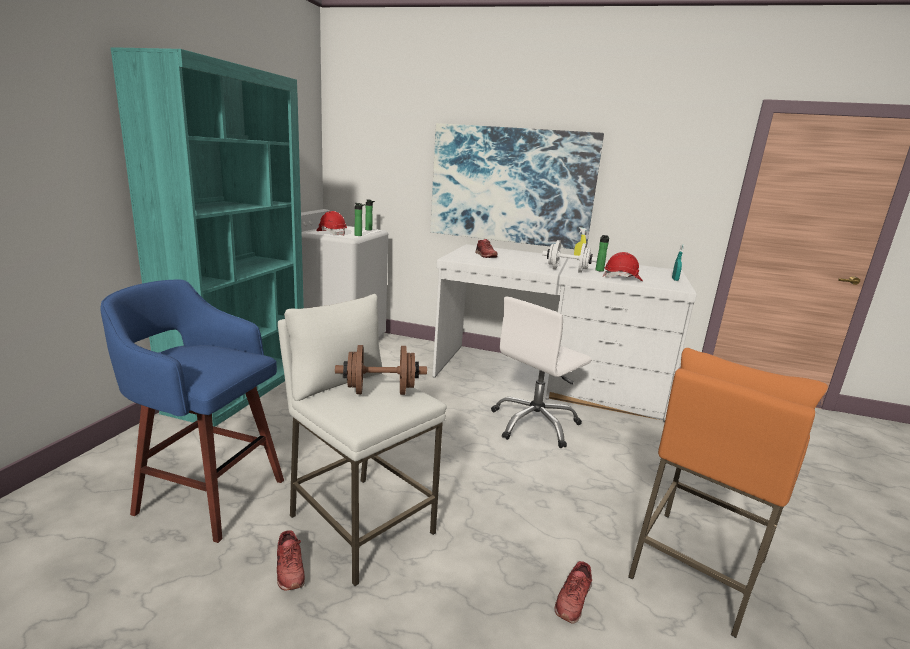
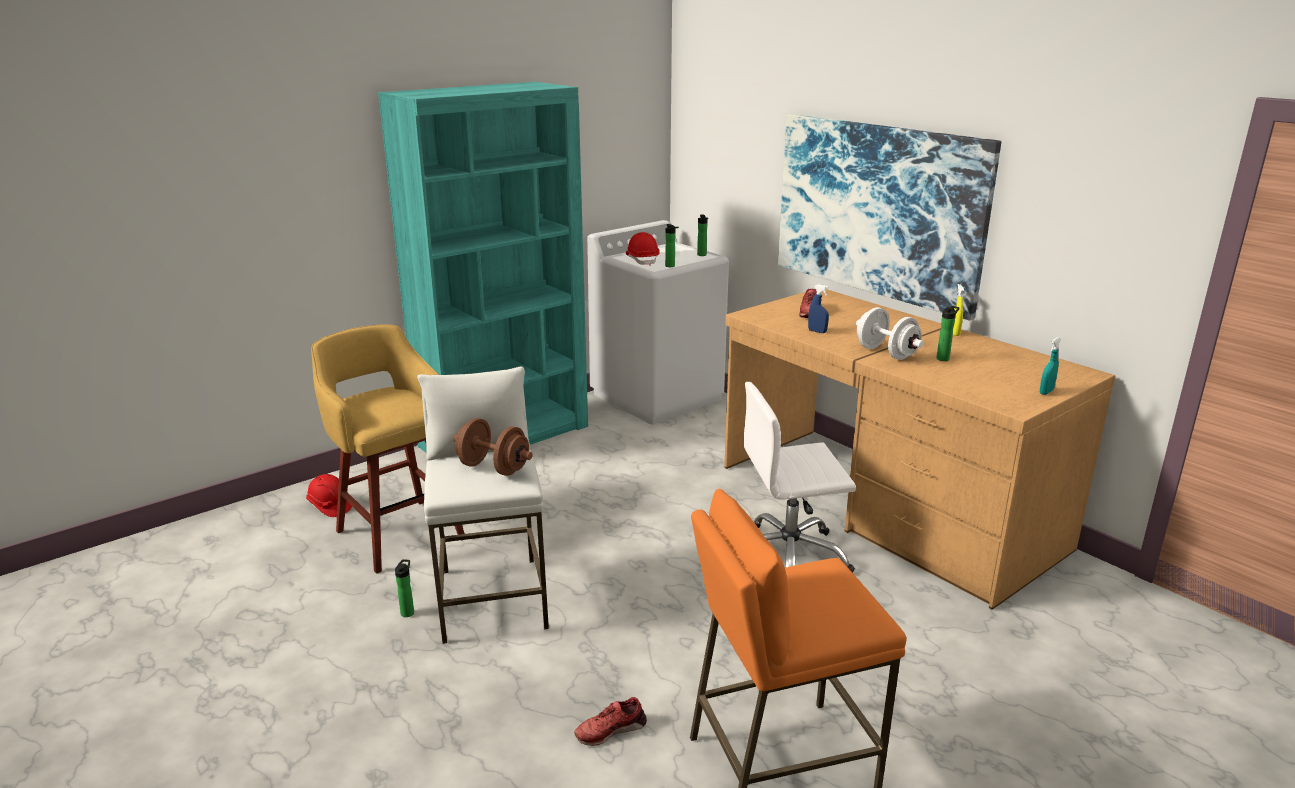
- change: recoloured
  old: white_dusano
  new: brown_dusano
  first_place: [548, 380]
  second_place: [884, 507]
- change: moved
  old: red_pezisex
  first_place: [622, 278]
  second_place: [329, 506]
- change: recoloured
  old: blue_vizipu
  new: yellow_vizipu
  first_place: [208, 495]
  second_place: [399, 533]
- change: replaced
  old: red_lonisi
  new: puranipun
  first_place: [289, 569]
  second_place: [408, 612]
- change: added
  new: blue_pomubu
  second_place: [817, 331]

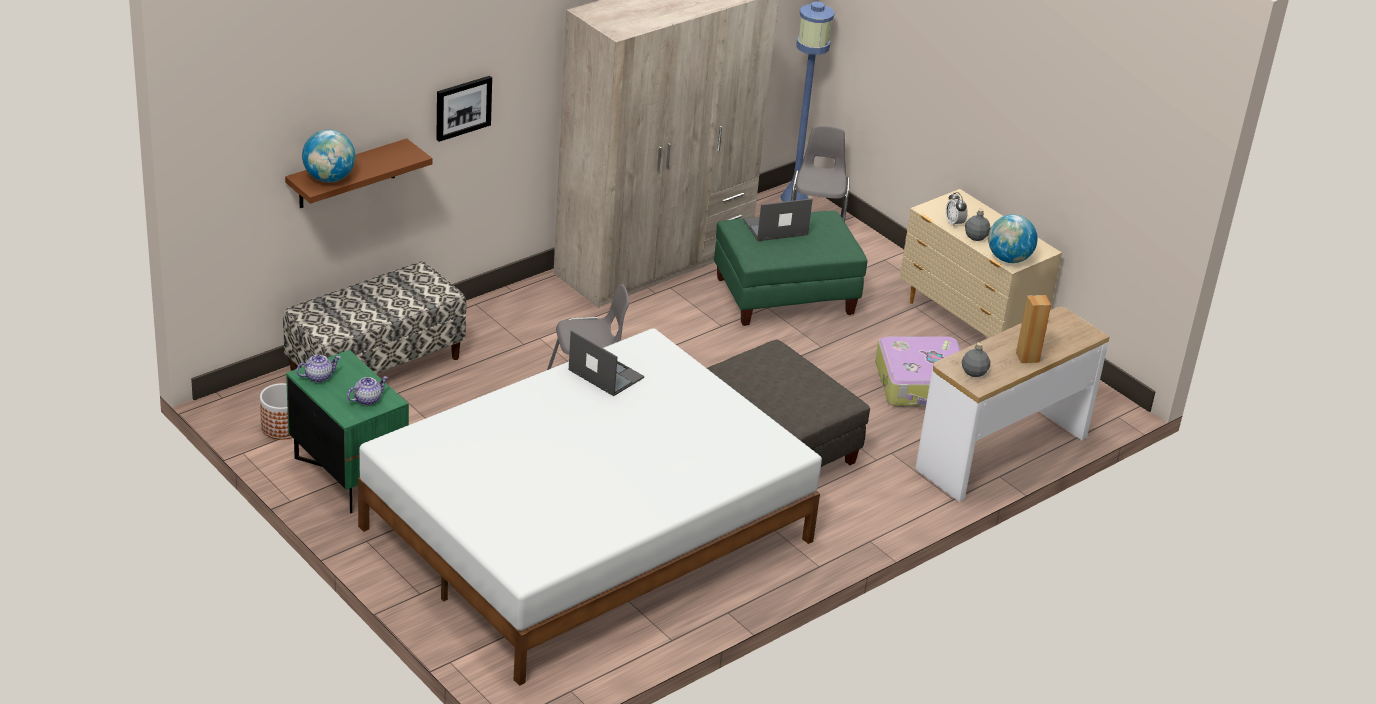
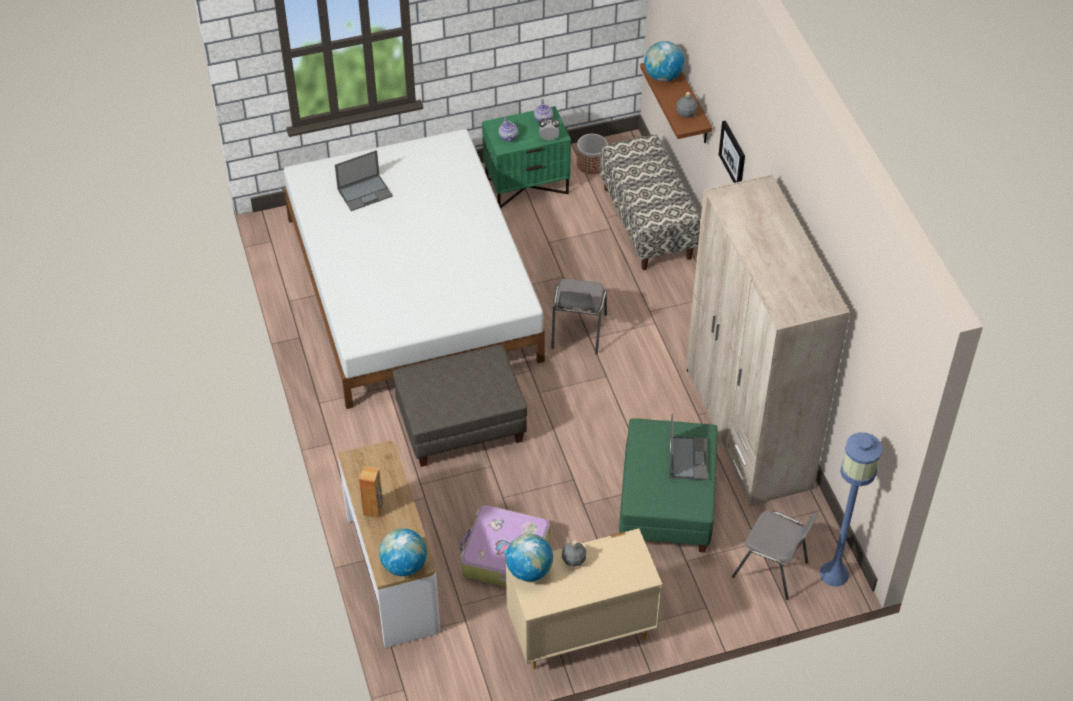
- change: moved
  old: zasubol
  first_place: [954, 223]
  second_place: [549, 138]
- change: moved
  old: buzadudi
  first_place: [605, 373]
  second_place: [365, 192]
- change: moved
  old: grey_puranipun
  first_place: [973, 372]
  second_place: [686, 113]
- change: added
  new: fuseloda
  second_place: [404, 565]

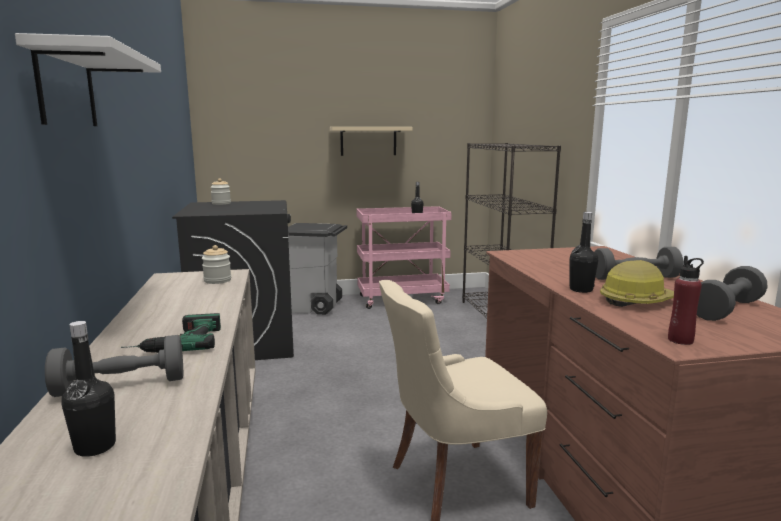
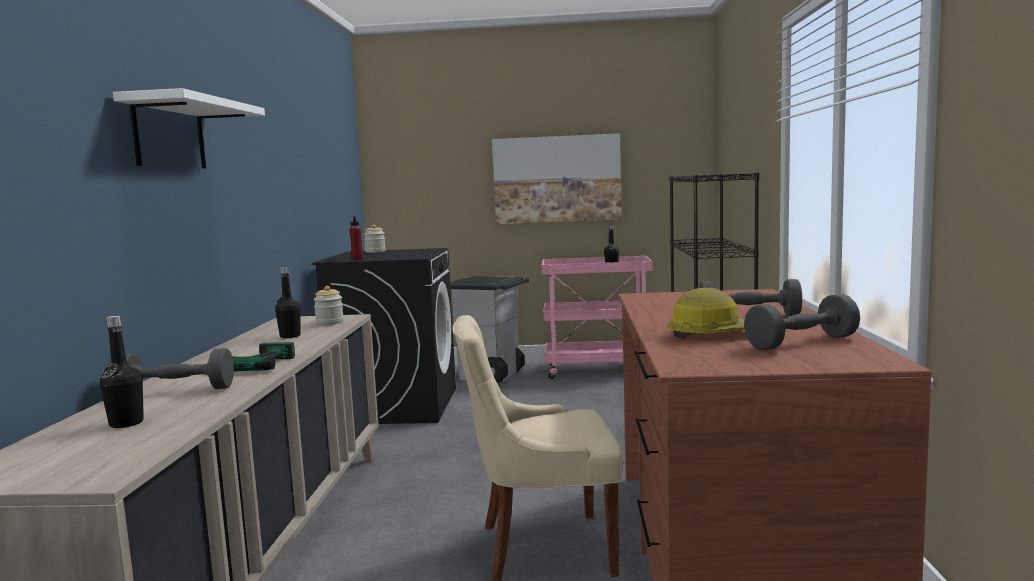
- change: replaced
  old: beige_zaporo
  new: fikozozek
  first_place: [368, 141]
  second_place: [557, 179]
- change: moved
  old: black_puranipun
  first_place: [581, 290]
  second_place: [290, 336]
- change: moved
  old: red_puranipun
  first_place: [680, 340]
  second_place: [357, 258]

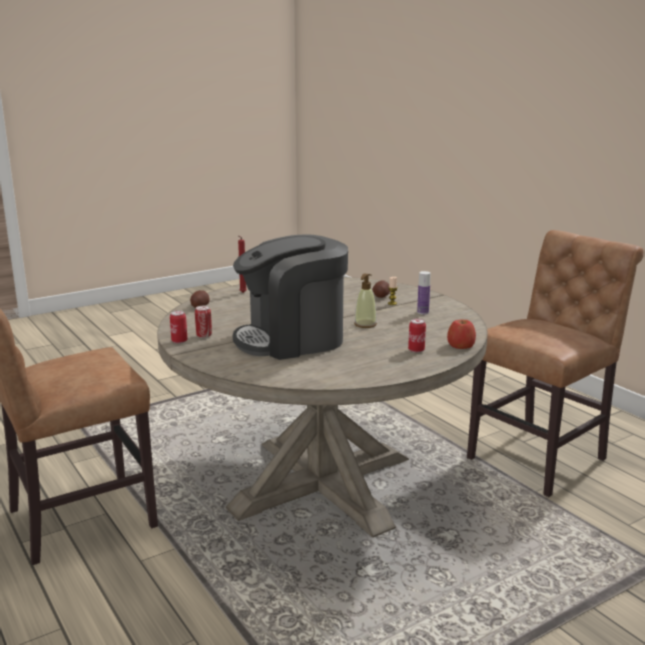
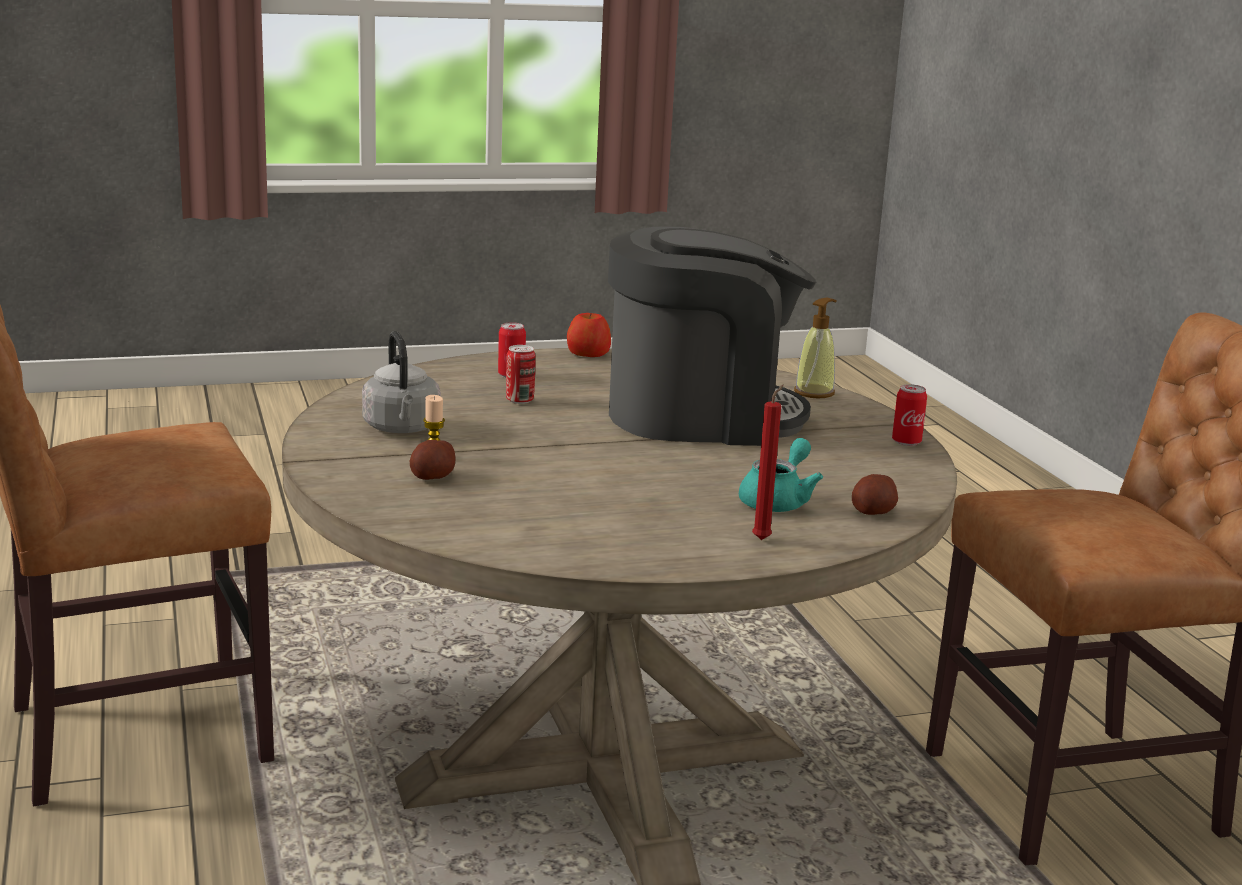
- change: replaced
  old: puranipun
  new: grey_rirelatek
  first_place: [423, 312]
  second_place: [402, 429]
- change: moved
  old: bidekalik
  first_place: [365, 324]
  second_place: [814, 392]
- change: moved
  old: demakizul
  first_place: [204, 336]
  second_place: [519, 400]
- change: moved
  old: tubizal
  first_place: [461, 345]
  second_place: [588, 354]
- change: added
  new: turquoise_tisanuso
  second_place: [778, 501]

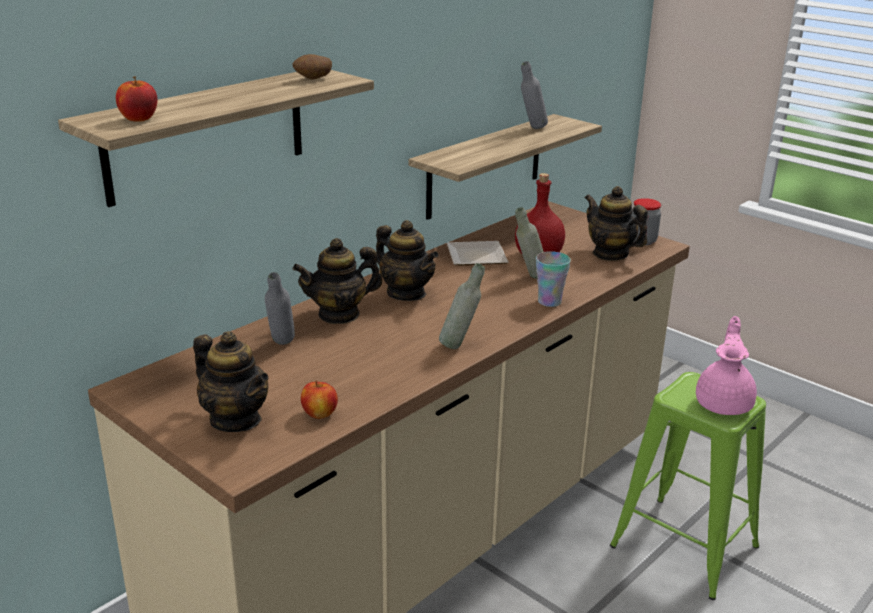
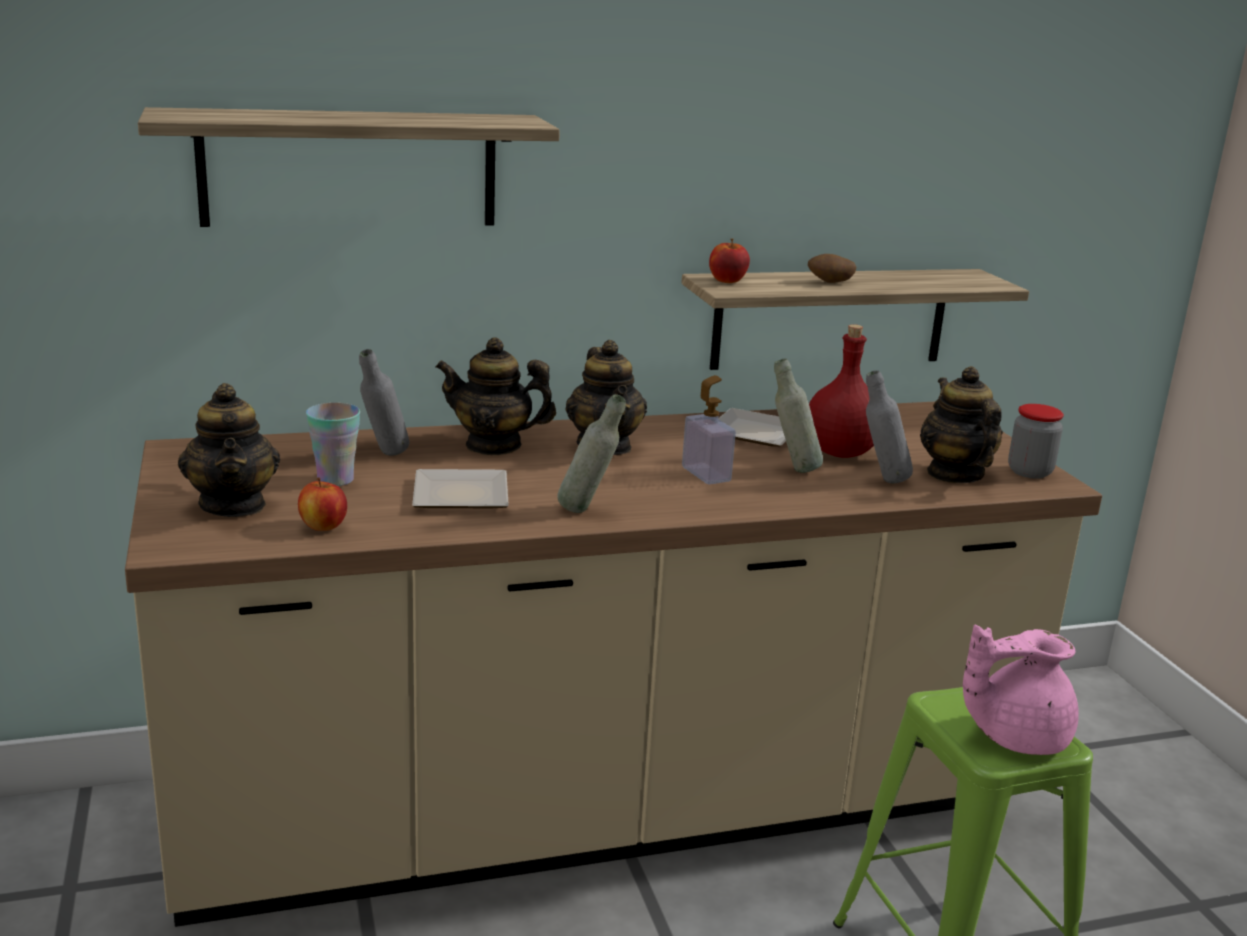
- change: moved
  old: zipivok
  first_place: [313, 79]
  second_place: [829, 282]
- change: moved
  old: grey_puranipun
  first_place: [531, 129]
  second_place: [881, 481]
- change: moved
  old: tubizal
  first_place: [138, 119]
  second_place: [727, 281]
- change: moved
  old: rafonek
  first_place: [549, 302]
  second_place: [335, 480]
- change: turned
  old: pink_tisanuso
  first_place: [724, 403]
  second_place: [1014, 736]
  degrees: -150
- change: added
  new: bidekalik
  second_place: [706, 474]
- change: added
  new: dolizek
  second_place: [457, 496]

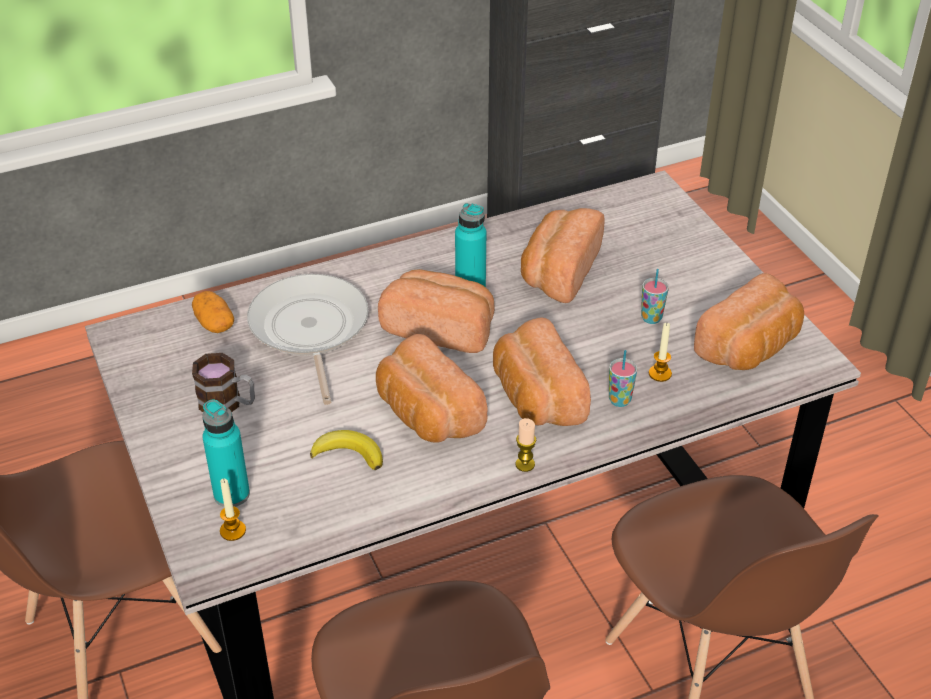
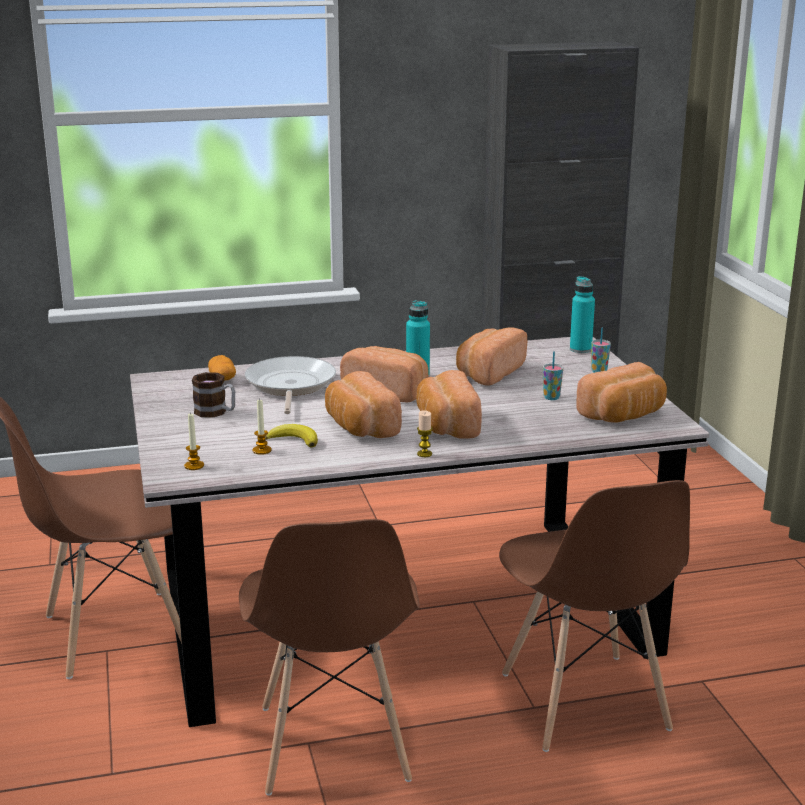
- change: moved
  old: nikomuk
  first_place: [660, 374]
  second_place: [262, 450]
- change: moved
  old: rafonek
  first_place: [619, 400]
  second_place: [599, 372]
- change: moved
  old: turquoise_puranipun
  first_place: [231, 494]
  second_place: [580, 349]

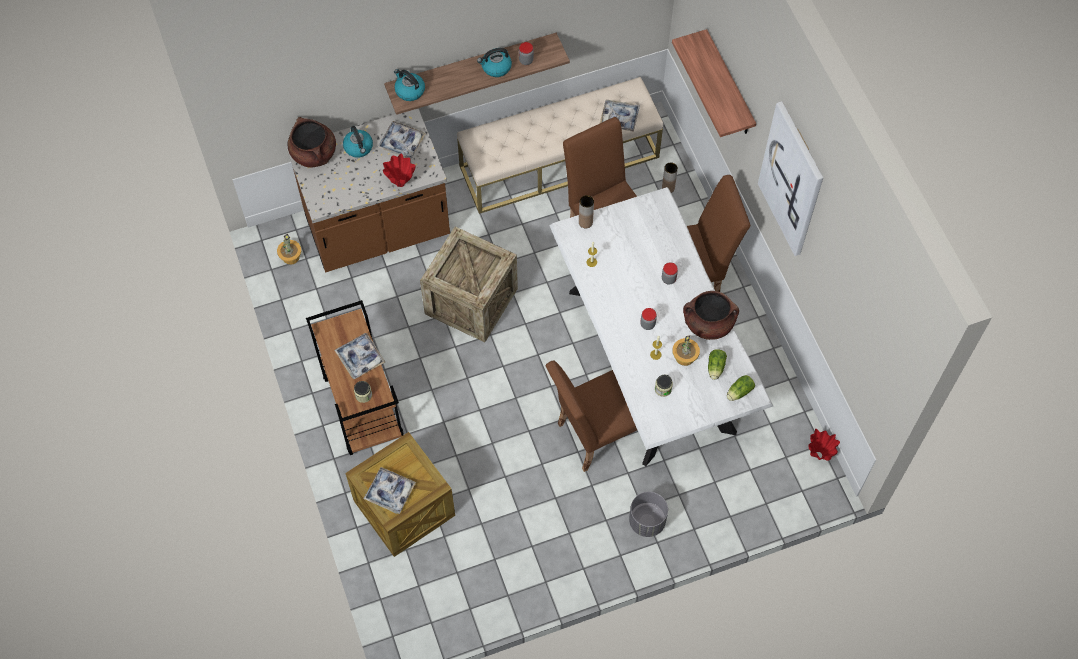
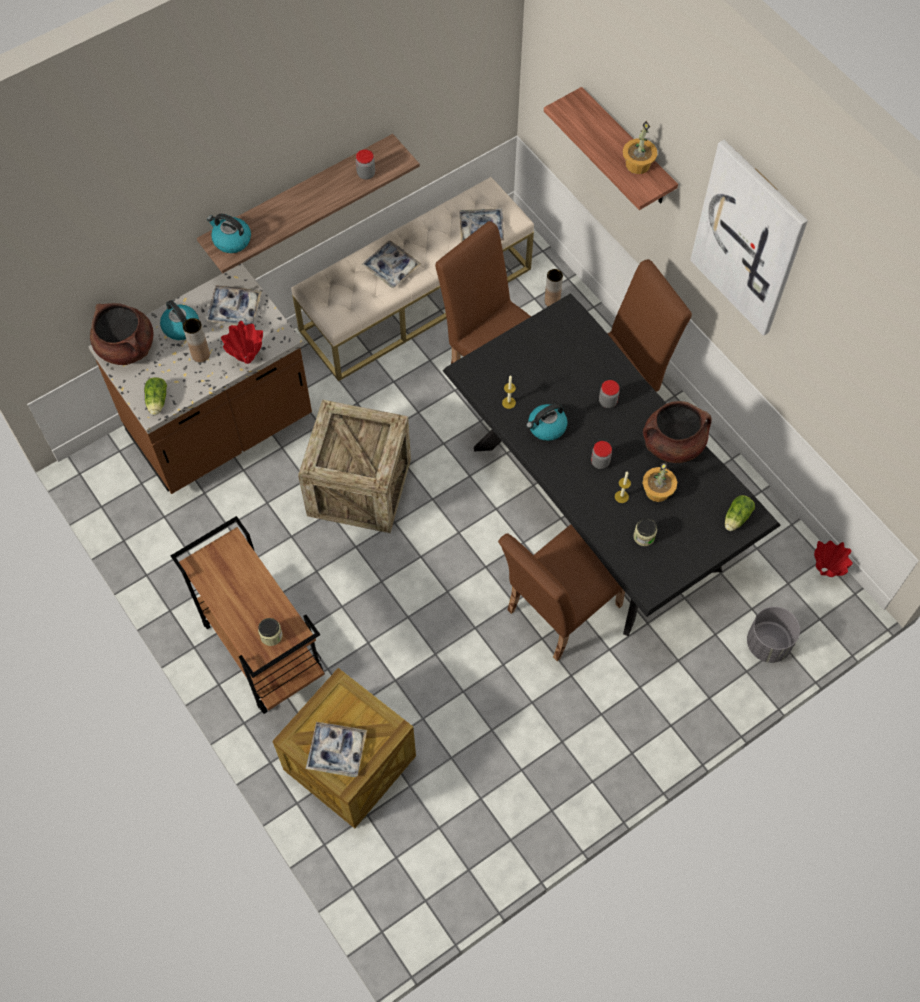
- change: moved
  old: rirelatek
  first_place: [496, 67]
  second_place: [546, 427]
- change: recoloured
  old: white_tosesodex
  new: black_tosesodex
  first_place: [650, 361]
  second_place: [594, 508]
- change: moved
  old: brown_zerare
  first_place: [585, 222]
  second_place: [200, 355]
- change: moved
  old: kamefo
  first_place: [290, 256]
  second_place: [637, 164]
- change: moved
  old: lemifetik
  first_place: [360, 358]
  second_place: [391, 267]
- change: moved
  old: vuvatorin
  first_place: [715, 368]
  second_place: [157, 402]
- change: moved
  old: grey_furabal
  first_place: [647, 521]
  second_place: [768, 644]

